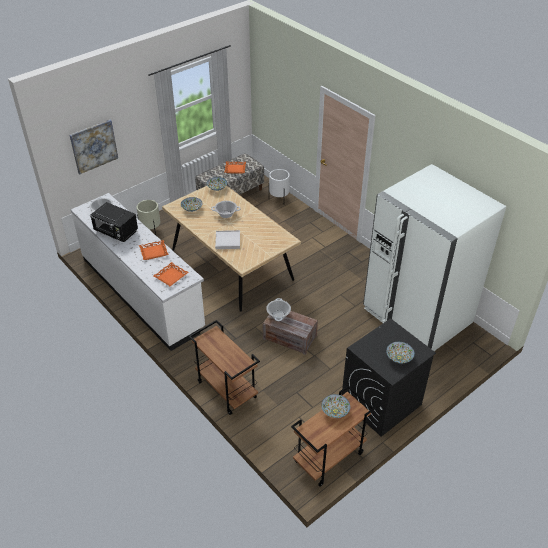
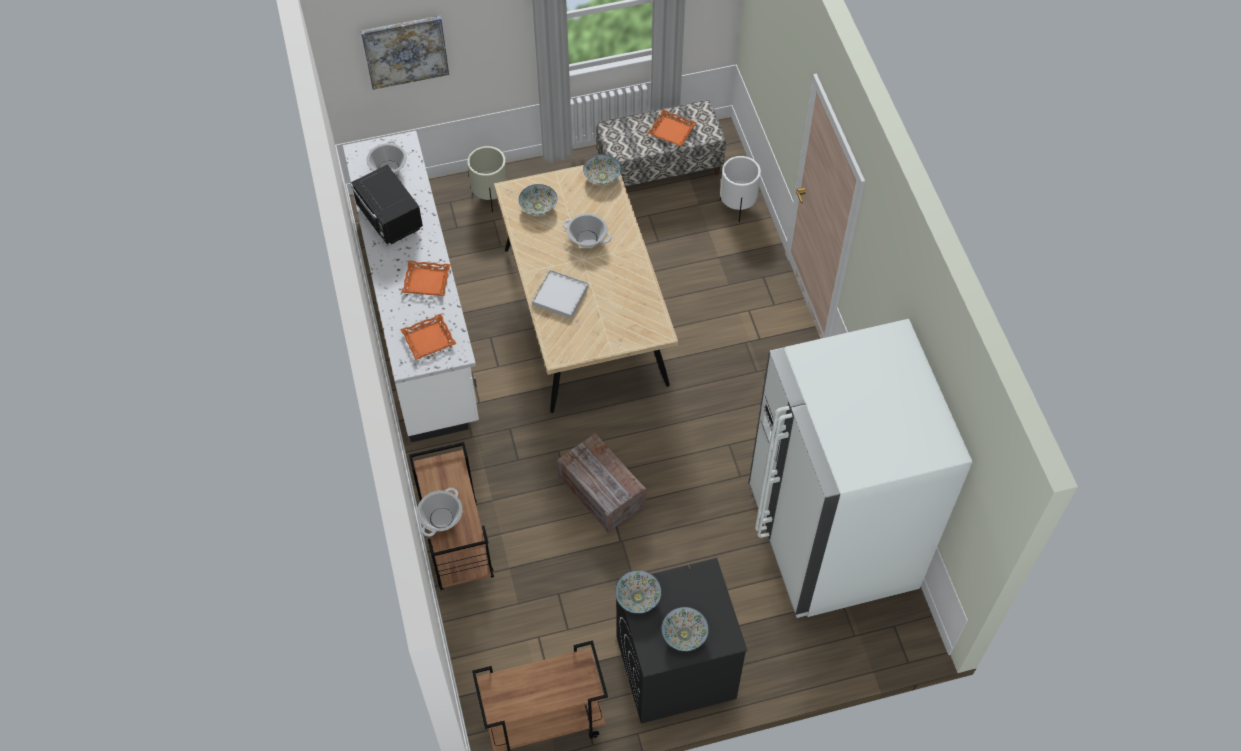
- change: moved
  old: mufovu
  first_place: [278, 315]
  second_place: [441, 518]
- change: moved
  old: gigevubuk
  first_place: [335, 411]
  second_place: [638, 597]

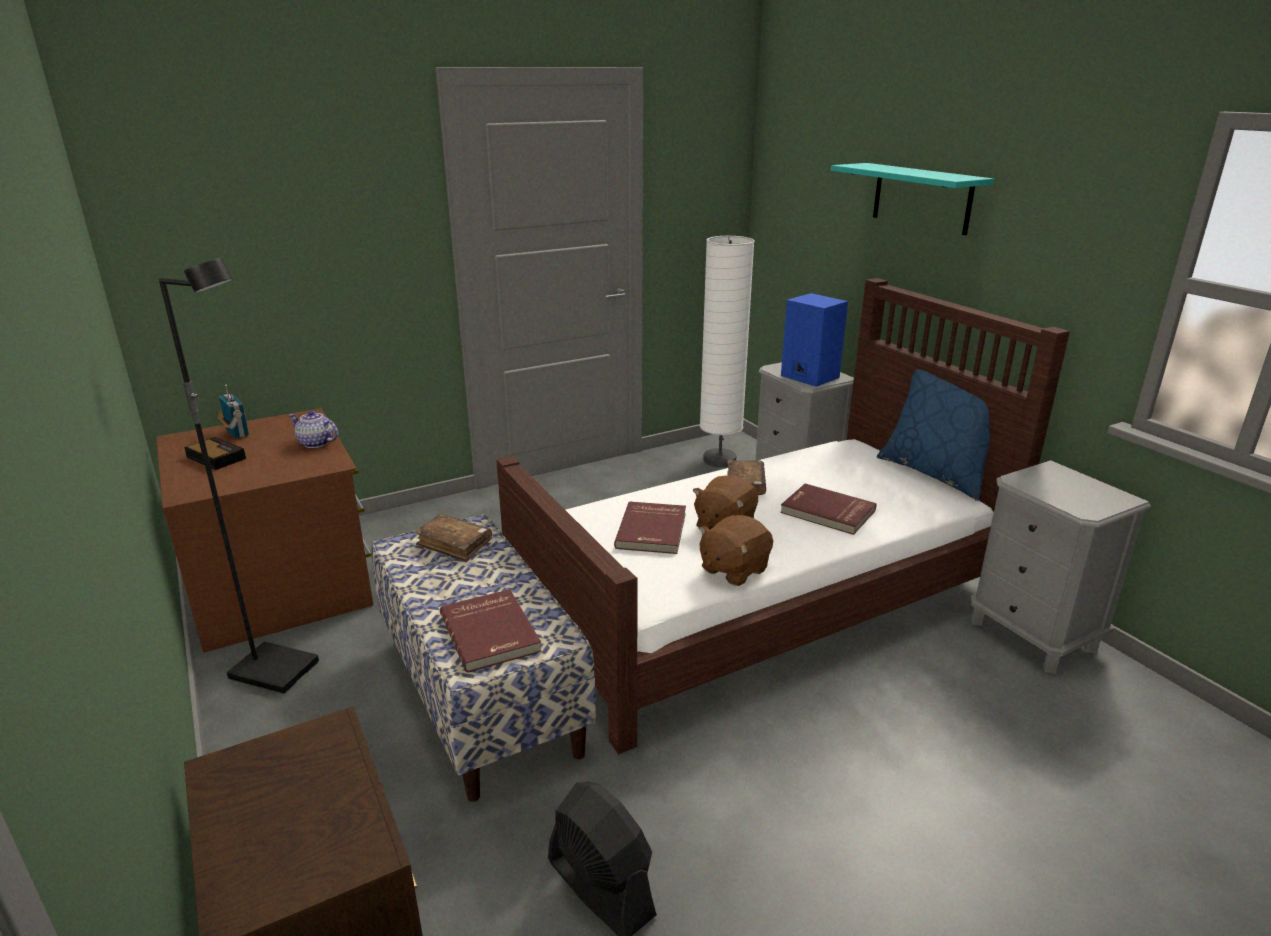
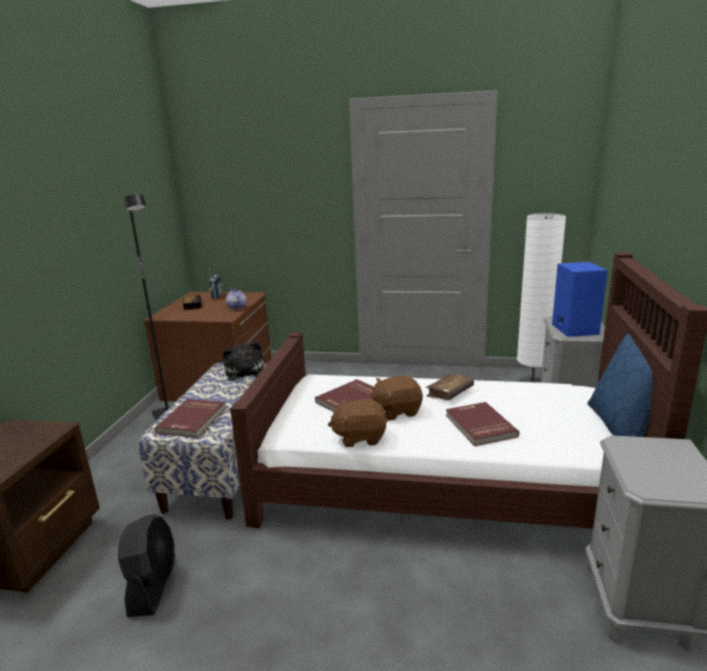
- change: removed
  old: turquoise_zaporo
  first_place: [921, 198]
- change: replaced
  old: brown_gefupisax
  new: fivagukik
  first_place: [454, 544]
  second_place: [245, 374]

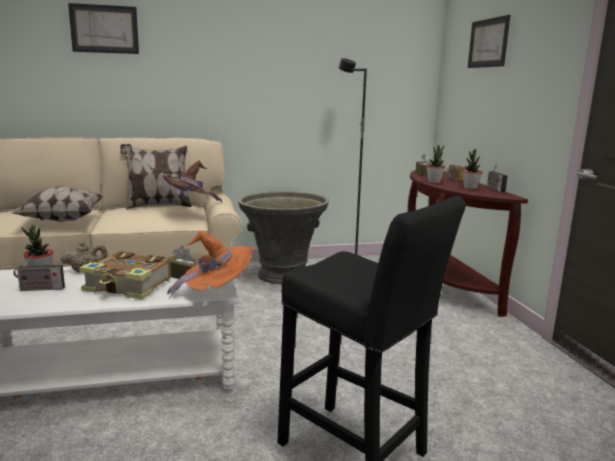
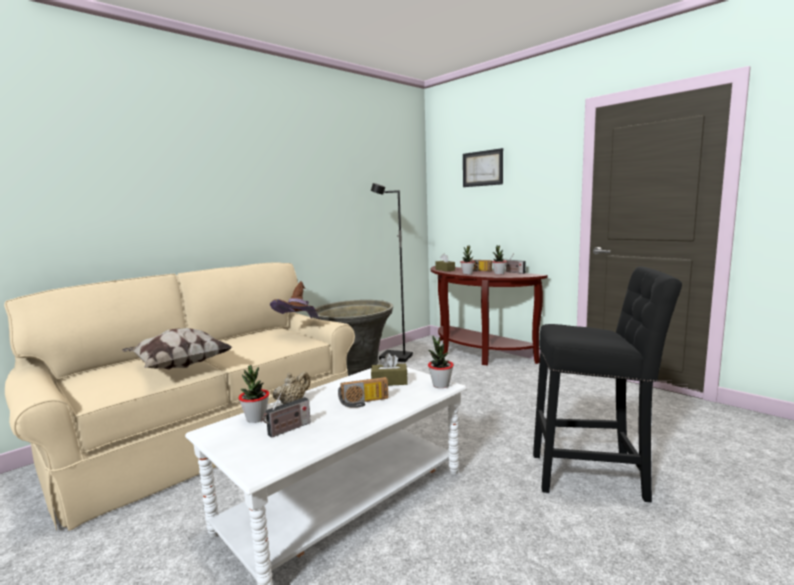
- change: removed
  old: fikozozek
  first_place: [104, 29]
- change: removed
  old: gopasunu
  first_place: [158, 206]
- change: replaced
  old: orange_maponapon
  new: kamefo
  first_place: [217, 291]
  second_place: [440, 385]
- change: replaced
  old: gefupisax
  new: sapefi
  first_place: [128, 286]
  second_place: [364, 402]

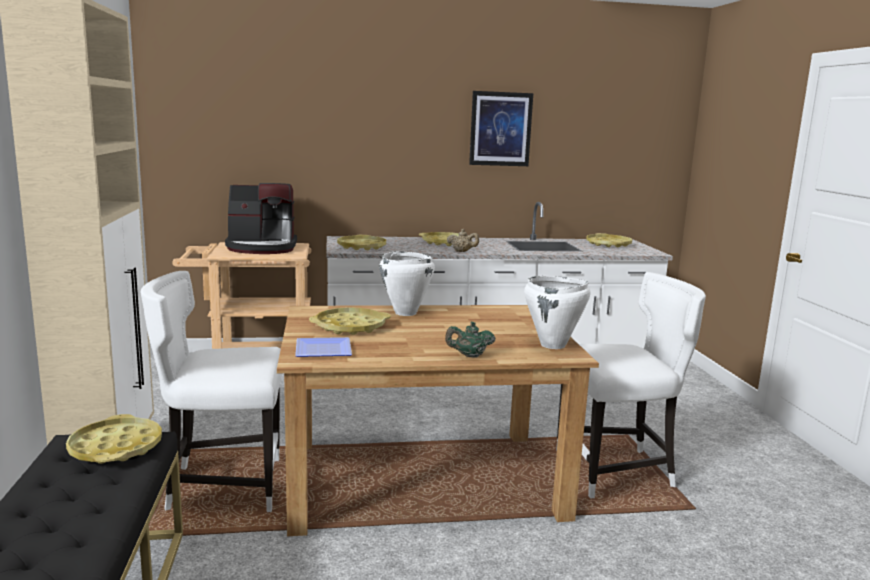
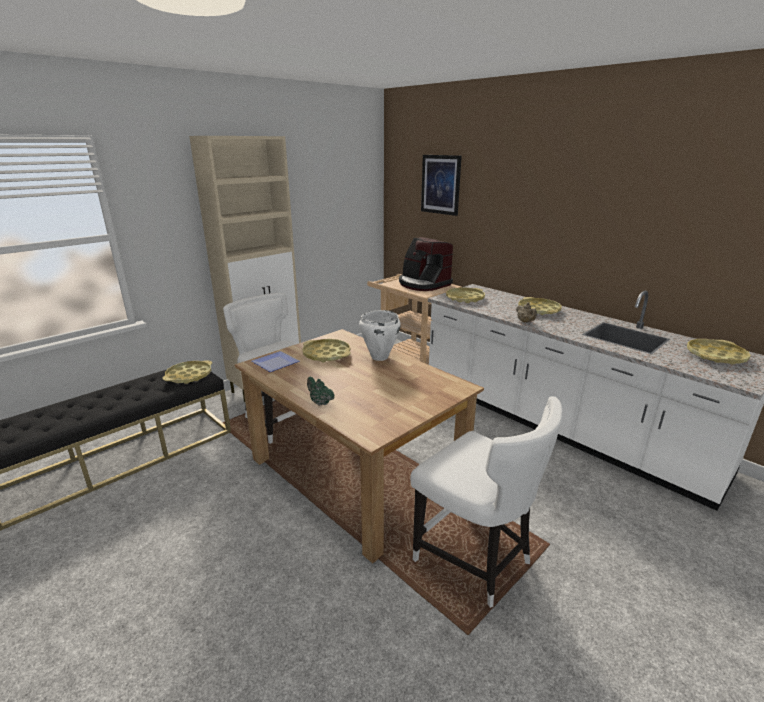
- change: moved
  old: fikozozek
  first_place: [500, 129]
  second_place: [440, 184]
- change: removed
  old: white_mufovu
  first_place: [553, 345]

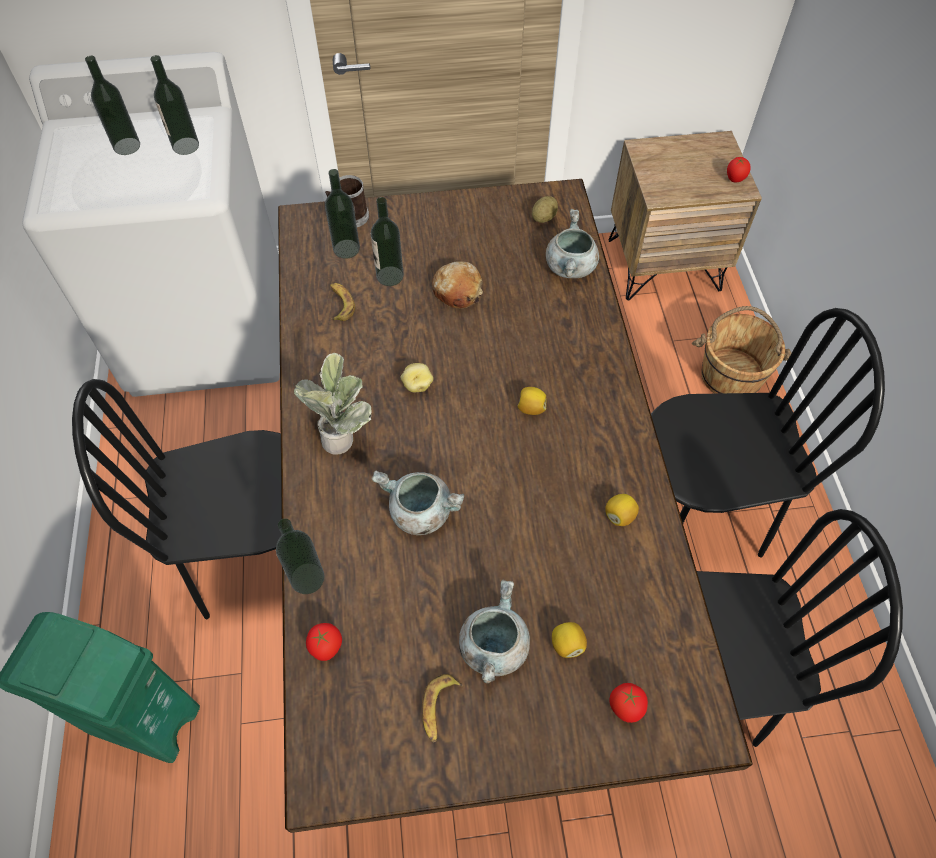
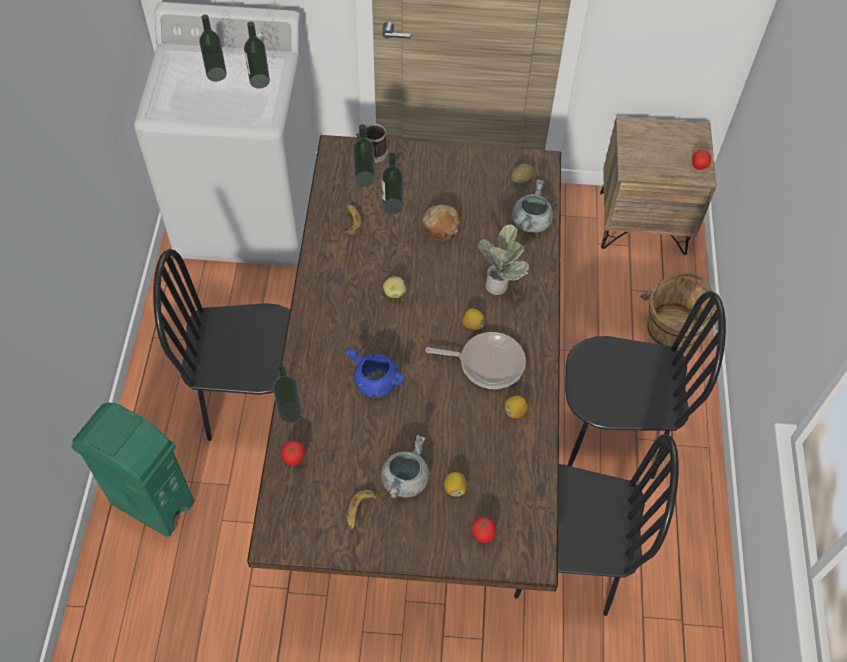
- change: moved
  old: kamefo
  first_place: [341, 434]
  second_place: [499, 282]
- change: recoloured
  old: grey_mufovu
  new: blue_mufovu
  first_place: [419, 513]
  second_place: [375, 383]
- change: added
  new: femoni
  second_place: [487, 363]

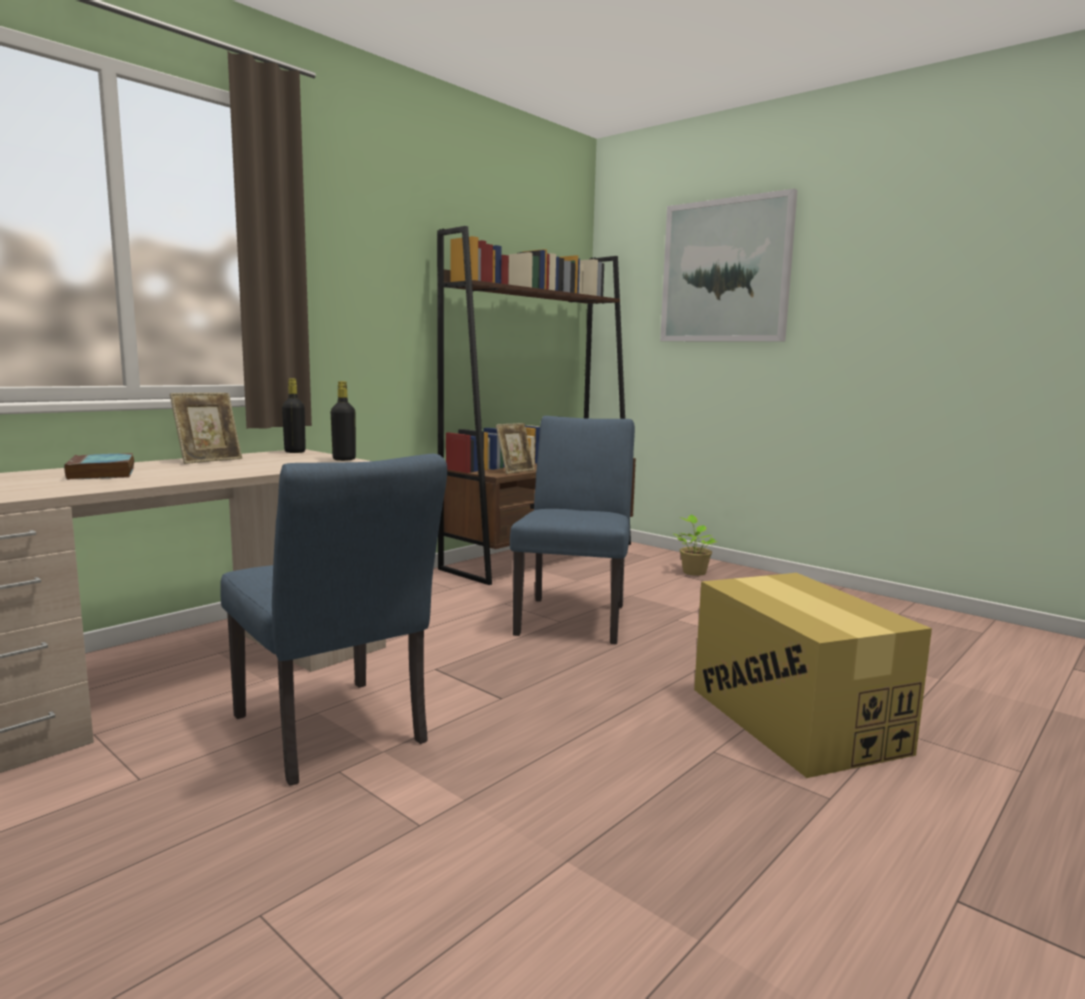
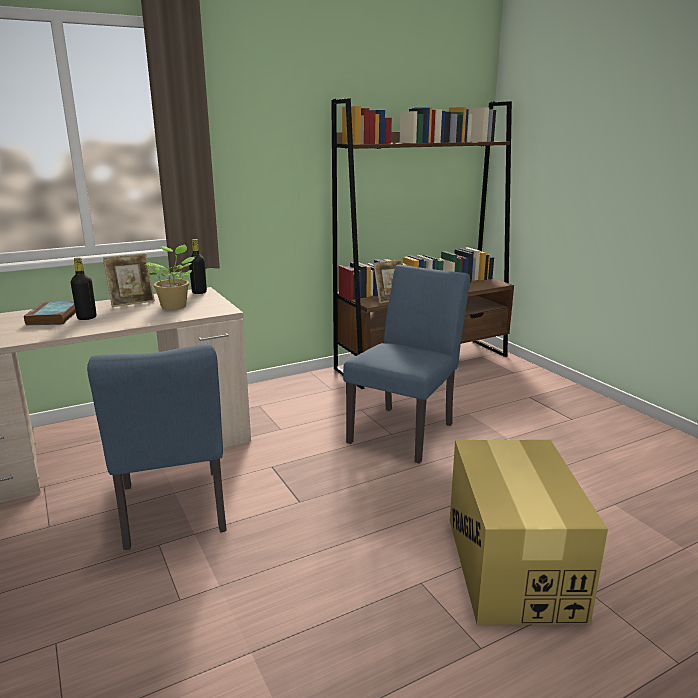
- change: removed
  old: fikozozek
  first_place: [725, 271]
- change: moved
  old: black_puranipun
  first_place: [344, 459]
  second_place: [87, 318]
- change: moved
  old: kamefo
  first_place: [693, 572]
  second_place: [174, 306]

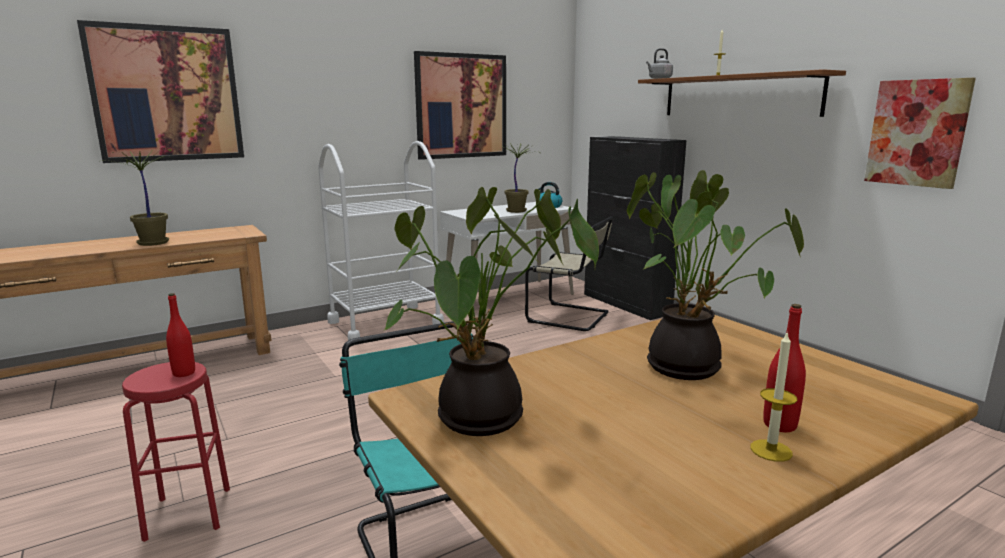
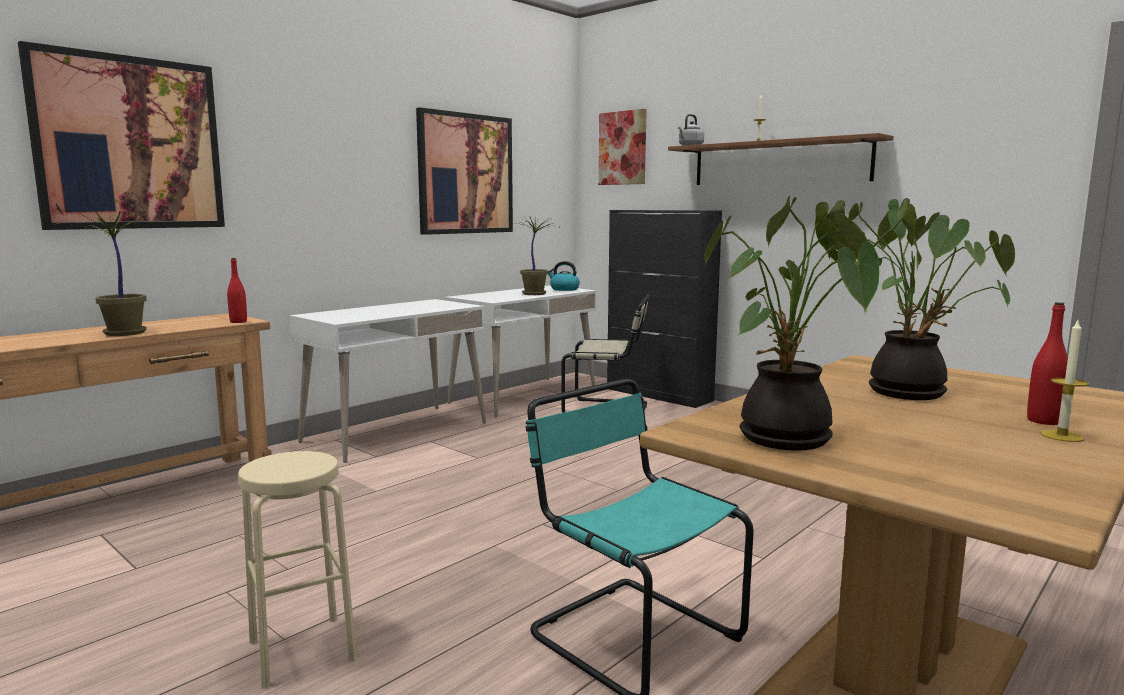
- change: moved
  old: fikozozek
  first_place: [917, 133]
  second_place: [622, 148]
- change: replaced
  old: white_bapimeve
  new: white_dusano
  first_place: [385, 323]
  second_place: [396, 432]
- change: moved
  old: red_puranipun
  first_place: [184, 373]
  second_place: [238, 322]
- change: recoloured
  old: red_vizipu
  new: beige_vizipu
  first_place: [188, 513]
  second_place: [302, 650]

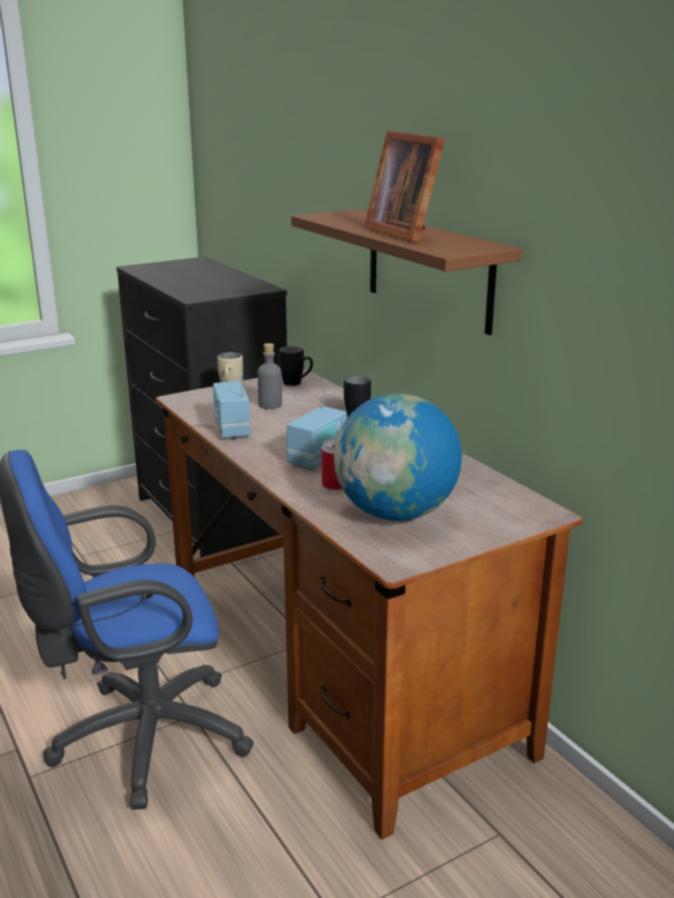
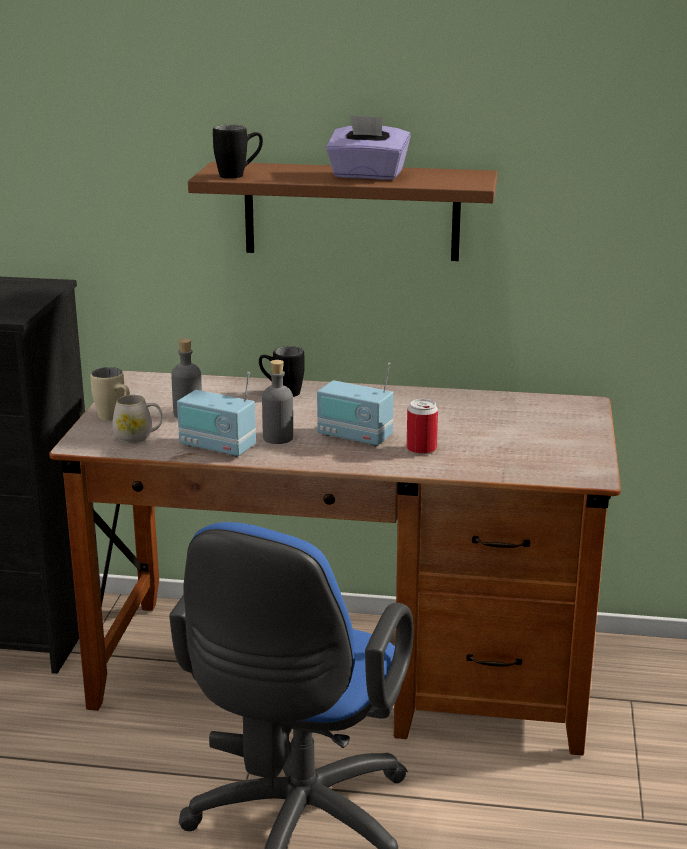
- change: replaced
  old: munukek
  new: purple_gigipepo
  first_place: [406, 232]
  second_place: [367, 175]
- change: moved
  old: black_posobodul
  first_place: [297, 384]
  second_place: [239, 175]
- change: turned
  old: sapefi
  first_place: [318, 459]
  second_place: [354, 437]
  degrees: 135
- change: removed
  old: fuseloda
  first_place: [396, 514]
- change: added
  new: grey_puranipun
  second_place: [278, 438]
- change: added
  new: white_posobodul
  second_place: [138, 437]

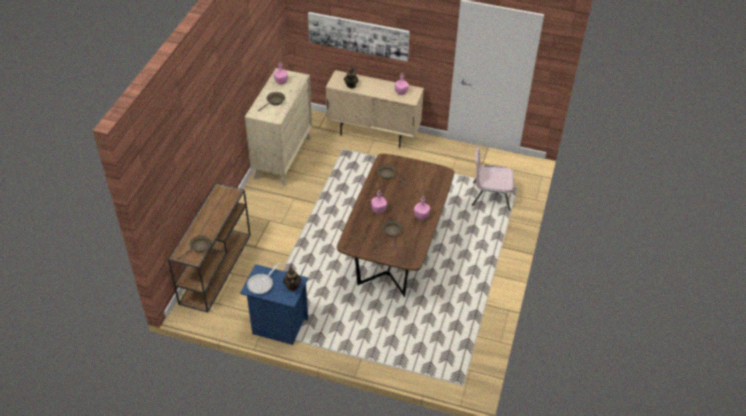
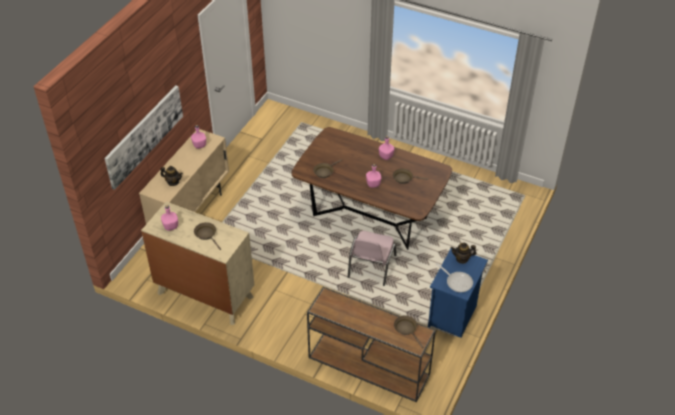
- change: moved
  old: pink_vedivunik
  first_place: [490, 195]
  second_place: [370, 267]

